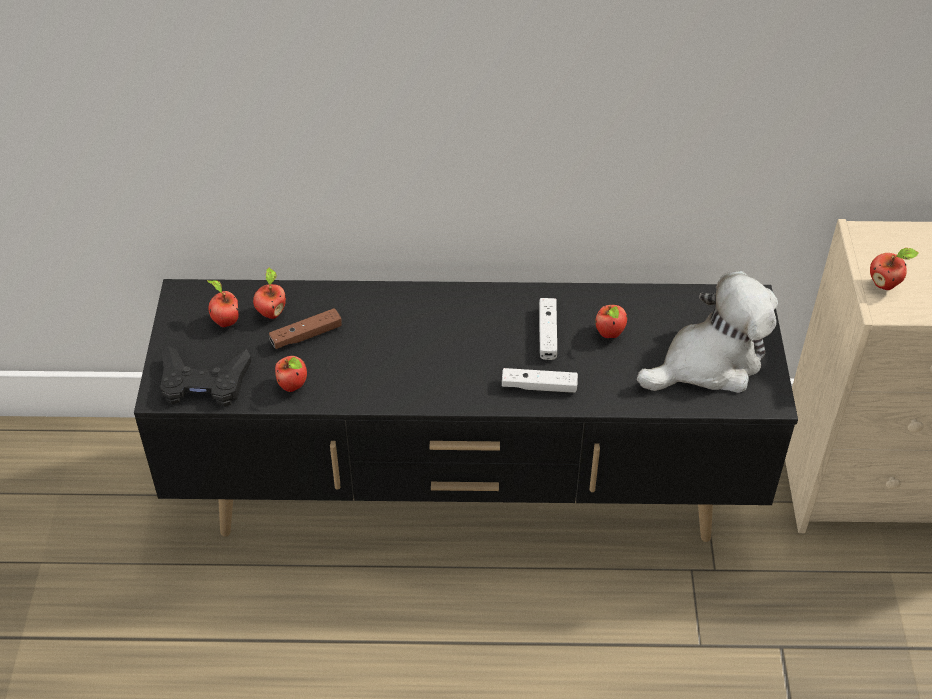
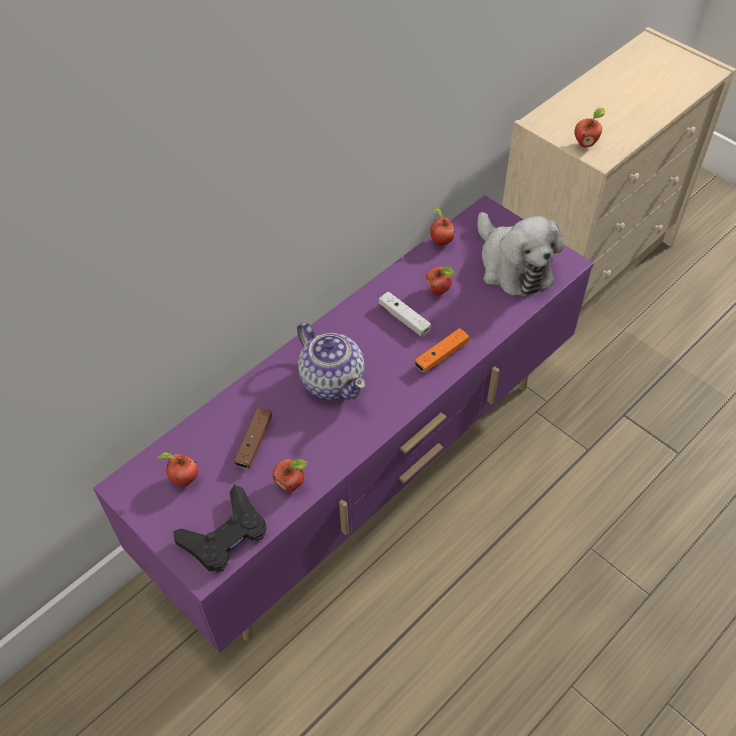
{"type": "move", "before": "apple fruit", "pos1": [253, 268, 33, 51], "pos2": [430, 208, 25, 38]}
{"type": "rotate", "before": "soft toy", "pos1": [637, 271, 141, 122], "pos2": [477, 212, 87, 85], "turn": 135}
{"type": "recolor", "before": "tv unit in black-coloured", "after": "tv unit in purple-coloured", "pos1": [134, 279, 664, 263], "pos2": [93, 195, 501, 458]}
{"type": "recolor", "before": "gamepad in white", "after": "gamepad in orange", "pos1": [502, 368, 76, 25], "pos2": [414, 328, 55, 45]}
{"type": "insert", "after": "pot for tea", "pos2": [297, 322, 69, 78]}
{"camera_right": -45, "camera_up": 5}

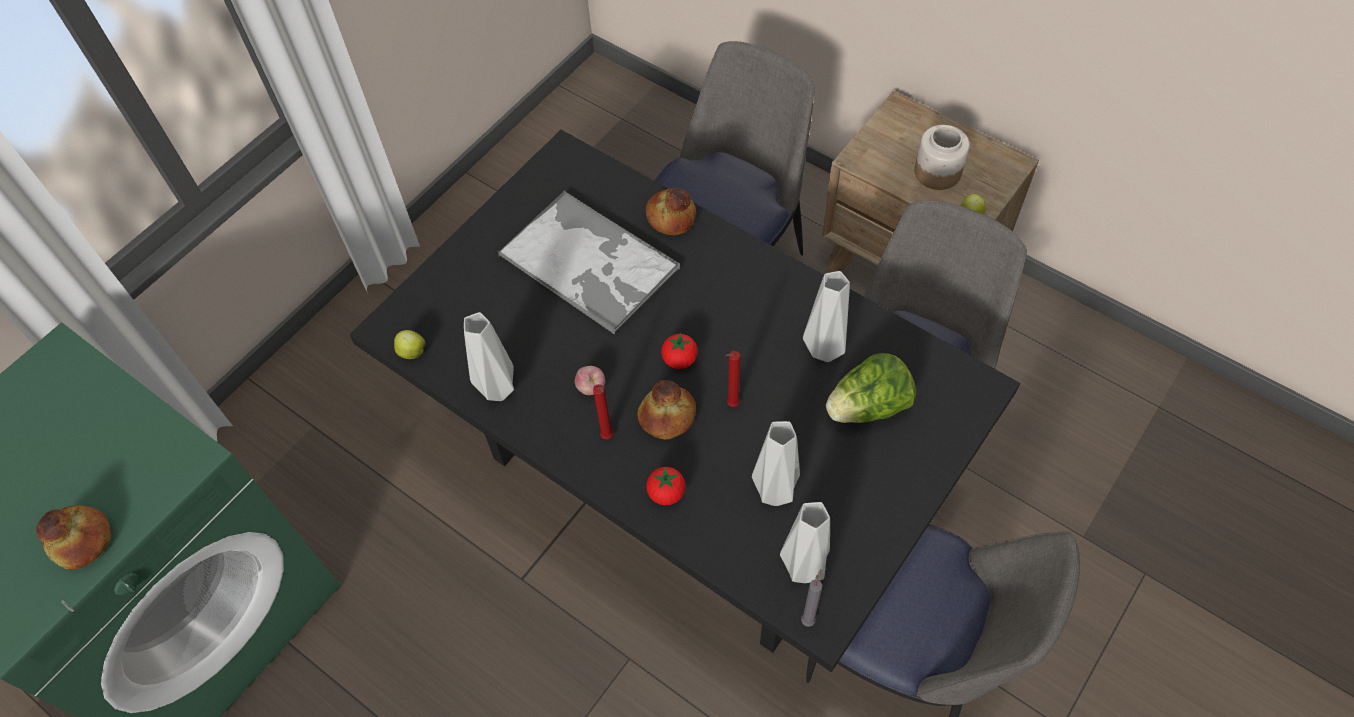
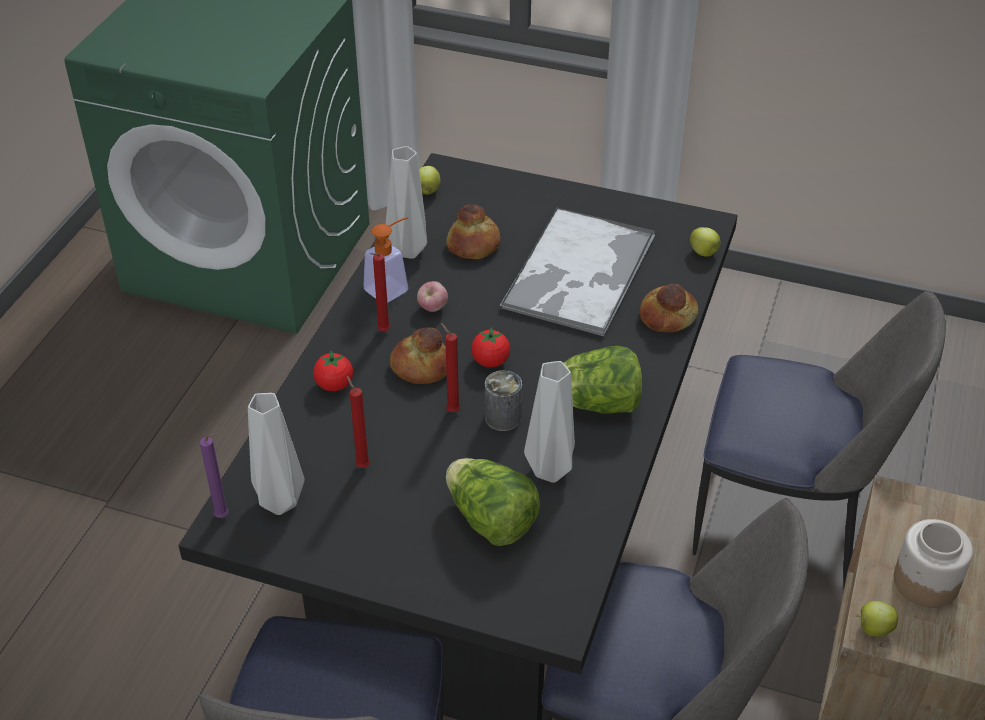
{"type": "replace", "before": "decorative vase in grey", "after": "candle in reddish", "pos1": [752, 421, 48, 85], "pos2": [347, 376, 23, 92]}
{"type": "move", "before": "baked bread", "pos1": [36, 505, 75, 65], "pos2": [446, 204, 55, 55]}
{"type": "recolor", "before": "candle in grey", "after": "candle in purple-coloured", "pos1": [801, 569, 21, 58], "pos2": [200, 433, 29, 85]}
{"type": "insert", "after": "soap dispenser", "pos2": [363, 217, 45, 86]}
{"type": "insert", "after": "apple fruit", "pos2": [690, 227, 30, 30]}
{"type": "insert", "after": "lettuce head", "pos2": [564, 346, 78, 67]}
{"type": "insert", "after": "sealed can", "pos2": [485, 370, 37, 61]}
{"camera_right": 70, "camera_up": -15}

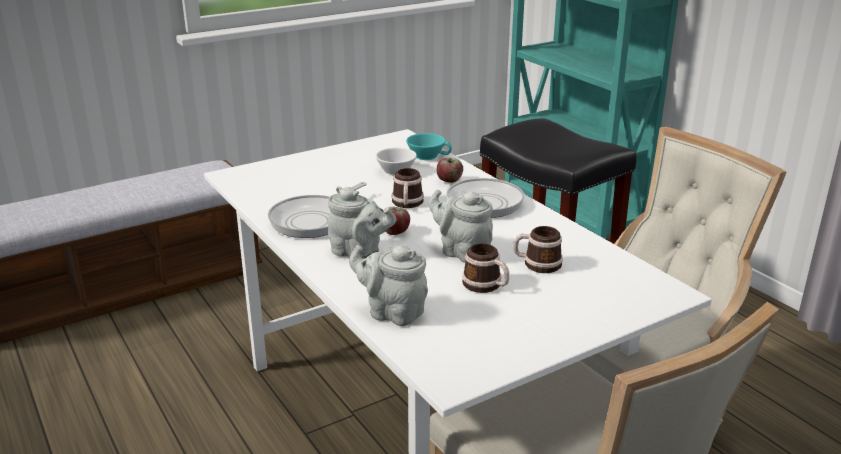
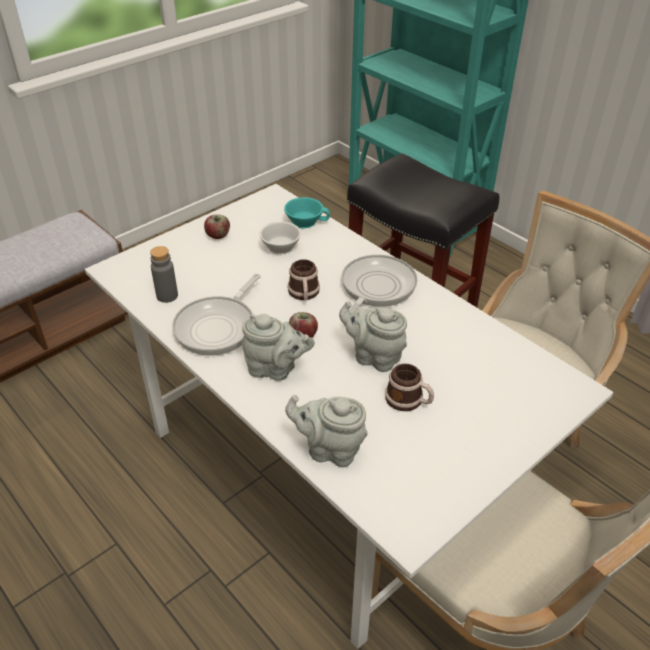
{"type": "move", "before": "apple fruit", "pos1": [437, 158, 26, 25], "pos2": [204, 214, 26, 25]}
{"type": "delete", "before": "coffee mug", "pos1": [513, 226, 50, 47]}
{"type": "insert", "after": "drink bottle in grey", "pos2": [150, 246, 28, 57]}
{"camera_right": -10, "camera_up": 15}

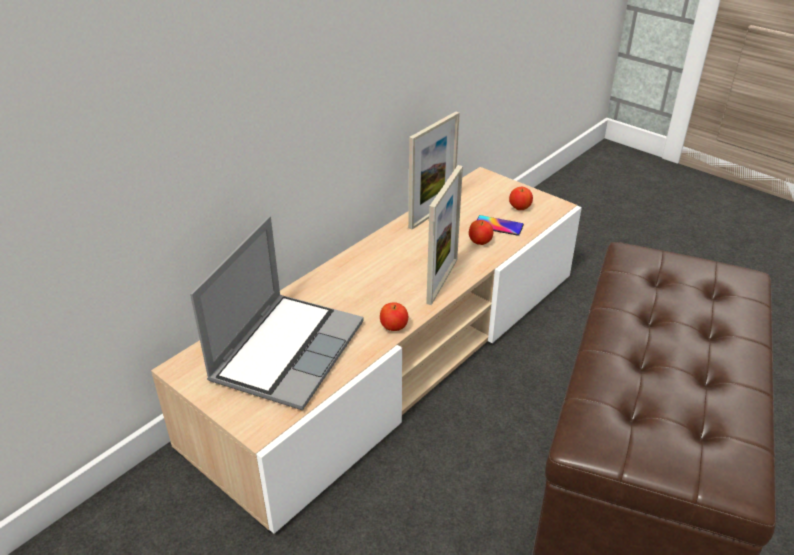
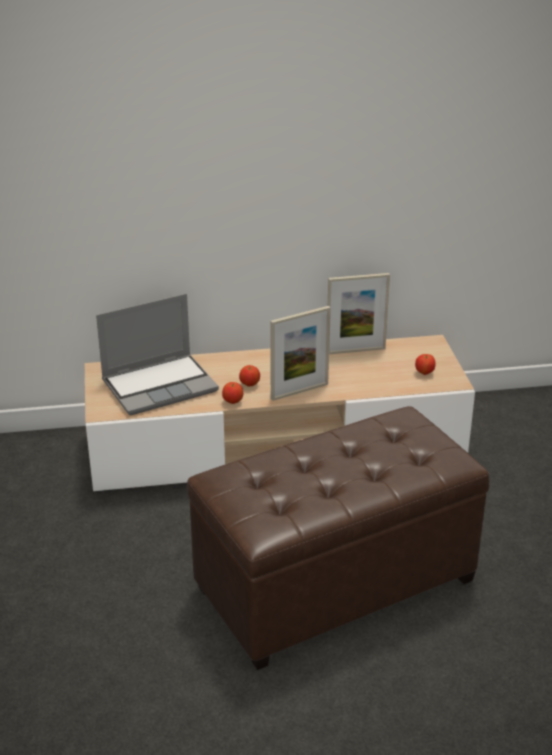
{"type": "delete", "before": "phone", "pos1": [477, 215, 47, 21]}
{"type": "move", "before": "apple fruit", "pos1": [469, 220, 25, 25], "pos2": [239, 365, 21, 22]}
{"camera_right": 40, "camera_up": -5}

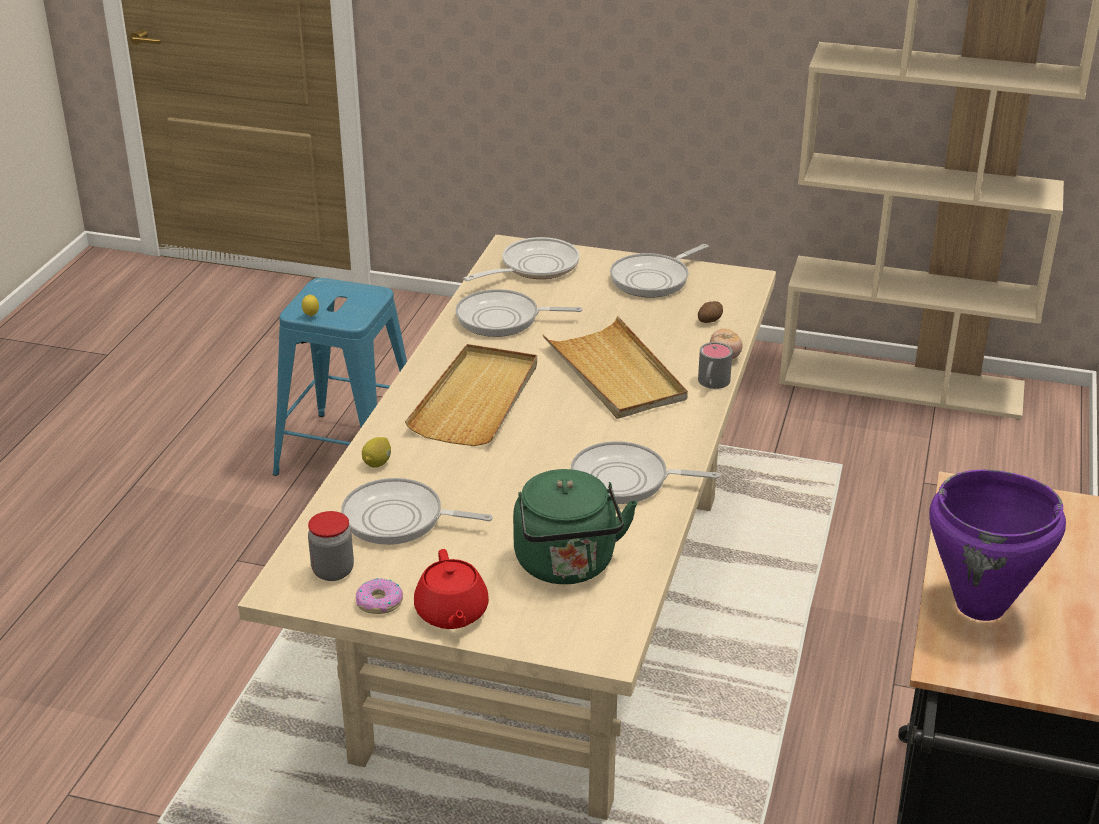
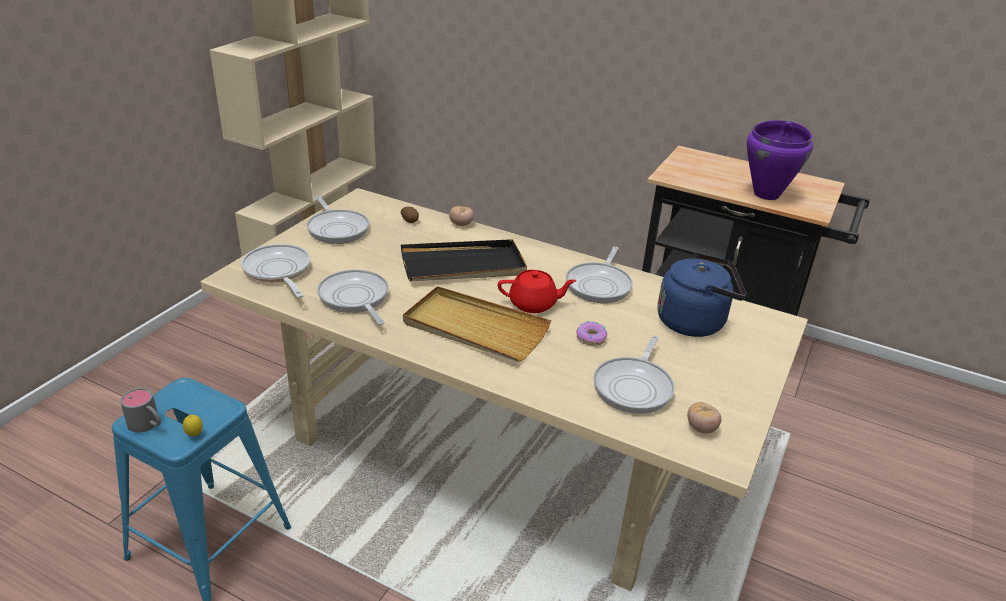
{"type": "rotate", "before": "pan", "pos1": [456, 289, 127, 48], "pos2": [317, 270, 72, 55], "turn": 135}
{"type": "recolor", "before": "carrying tray in beige", "after": "carrying tray in black-coloured", "pos1": [543, 316, 145, 103], "pos2": [401, 239, 126, 42]}
{"type": "move", "before": "coffee mug in grey", "pos1": [698, 342, 35, 47], "pos2": [120, 388, 41, 45]}
{"type": "delete", "before": "citrus fruit", "pos1": [362, 437, 29, 31]}
{"type": "recolor", "before": "kettle in greenish", "after": "kettle in bluish", "pos1": [513, 469, 124, 115], "pos2": [658, 252, 88, 85]}
{"type": "replace", "before": "jar", "after": "fresh tomato", "pos1": [308, 511, 46, 70], "pos2": [687, 402, 35, 32]}
{"type": "move", "before": "pot for tea in reddish", "pos1": [414, 549, 75, 80], "pos2": [497, 270, 80, 43]}
{"type": "move", "before": "ring doughnut", "pos1": [356, 578, 47, 36], "pos2": [576, 321, 31, 25]}
{"camera_right": -80, "camera_up": 0}

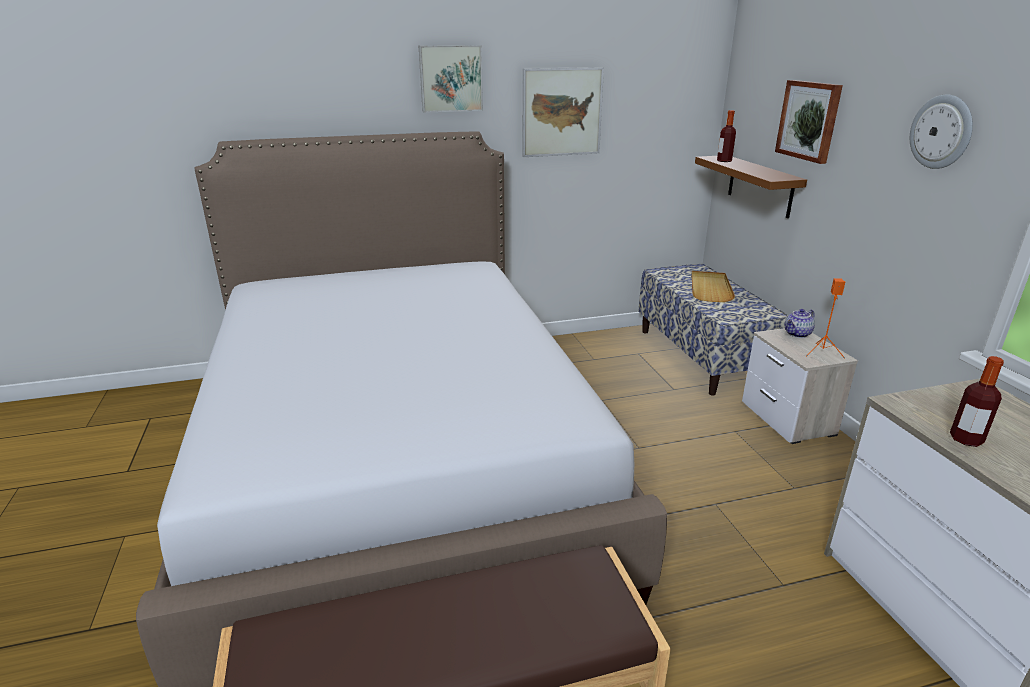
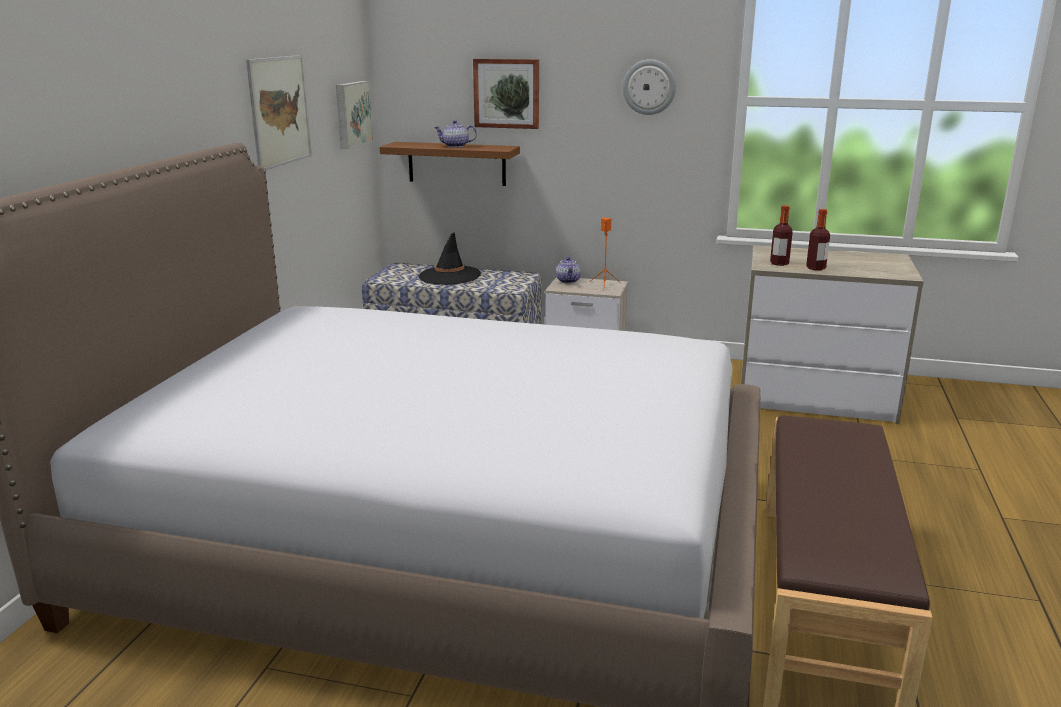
{"type": "move", "before": "picture", "pos1": [418, 45, 65, 68], "pos2": [336, 81, 37, 68]}
{"type": "move", "before": "drink bottle", "pos1": [717, 110, 19, 52], "pos2": [770, 205, 23, 61]}
{"type": "replace", "before": "carrying tray in beige", "after": "wearable hat in black-coloured", "pos1": [691, 271, 44, 31], "pos2": [419, 233, 62, 52]}
{"type": "insert", "after": "pot for tea", "pos2": [434, 120, 43, 28]}
{"camera_right": -60, "camera_up": -5}

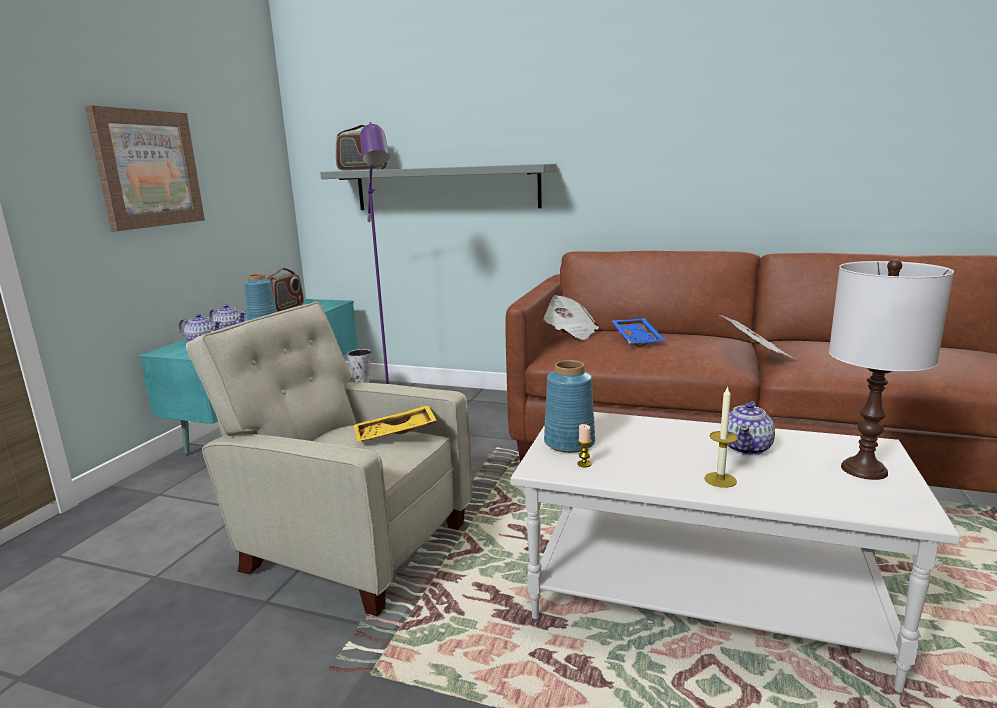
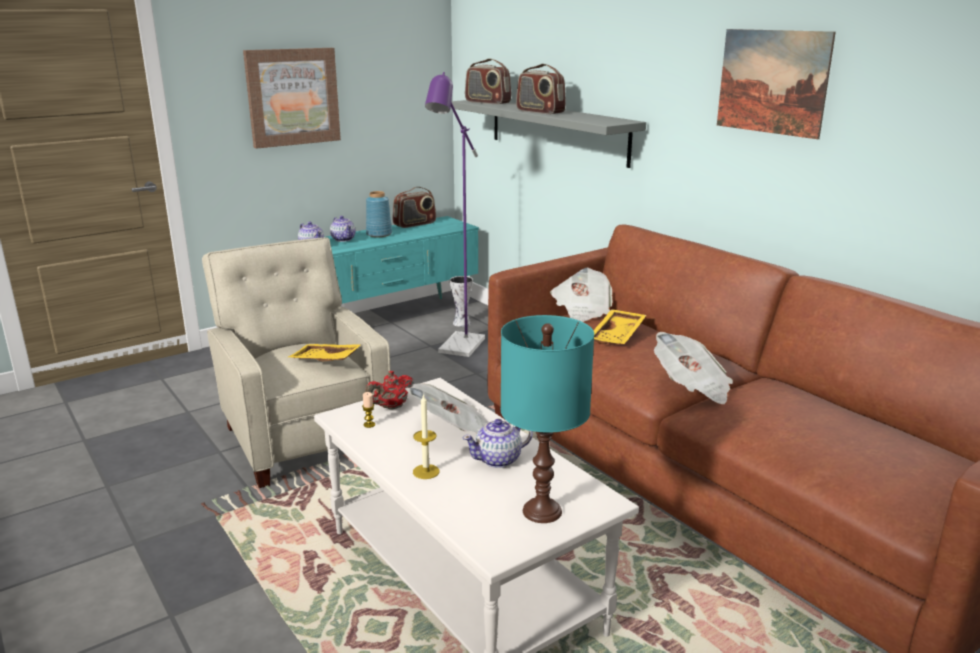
{"type": "recolor", "before": "lamp for a table in white", "after": "lamp for a table in turquoise-coloured", "pos1": [829, 259, 125, 221], "pos2": [501, 315, 93, 208]}
{"type": "recolor", "before": "carrying tray in bluish", "after": "carrying tray in yellow", "pos1": [612, 318, 53, 29], "pos2": [594, 309, 52, 35]}
{"type": "replace", "before": "decorative vase in bluish", "after": "pot for tea in reddish", "pos1": [544, 360, 51, 93], "pos2": [365, 371, 49, 38]}
{"type": "insert", "after": "picture", "pos2": [717, 29, 119, 110]}
{"type": "insert", "after": "radio set", "pos2": [516, 64, 50, 50]}
{"type": "insert", "after": "printed paper", "pos2": [405, 383, 83, 50]}
{"camera_right": 35, "camera_up": 5}

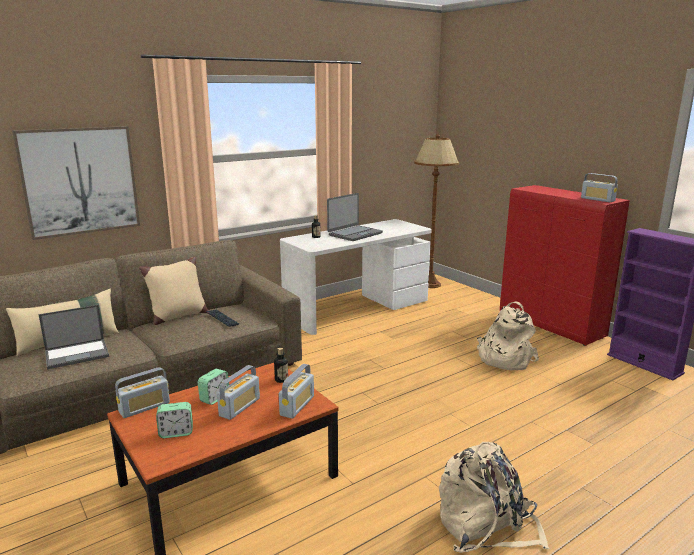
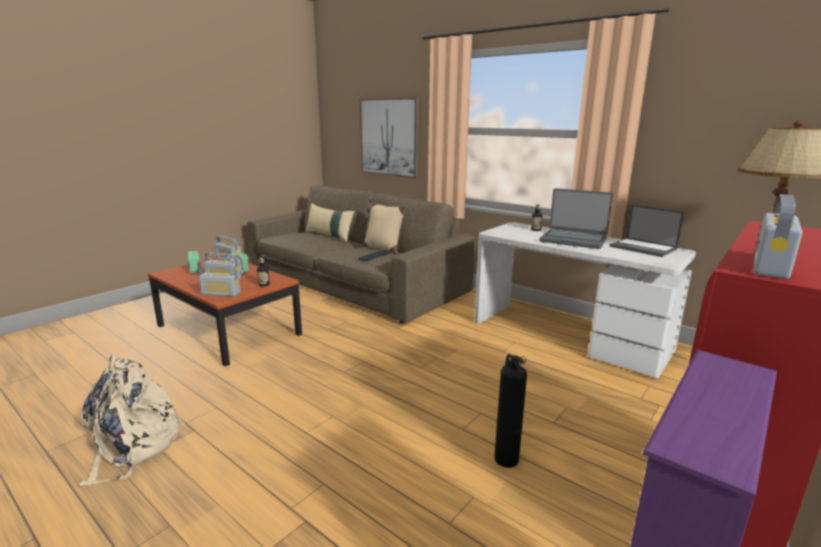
{"type": "replace", "before": "backpack in beige", "after": "fire-fighting cylinder", "pos1": [477, 302, 62, 68], "pos2": [494, 354, 33, 114]}
{"type": "move", "before": "laptop", "pos1": [38, 305, 71, 64], "pos2": [609, 205, 75, 52]}
{"camera_right": 75, "camera_up": 0}

